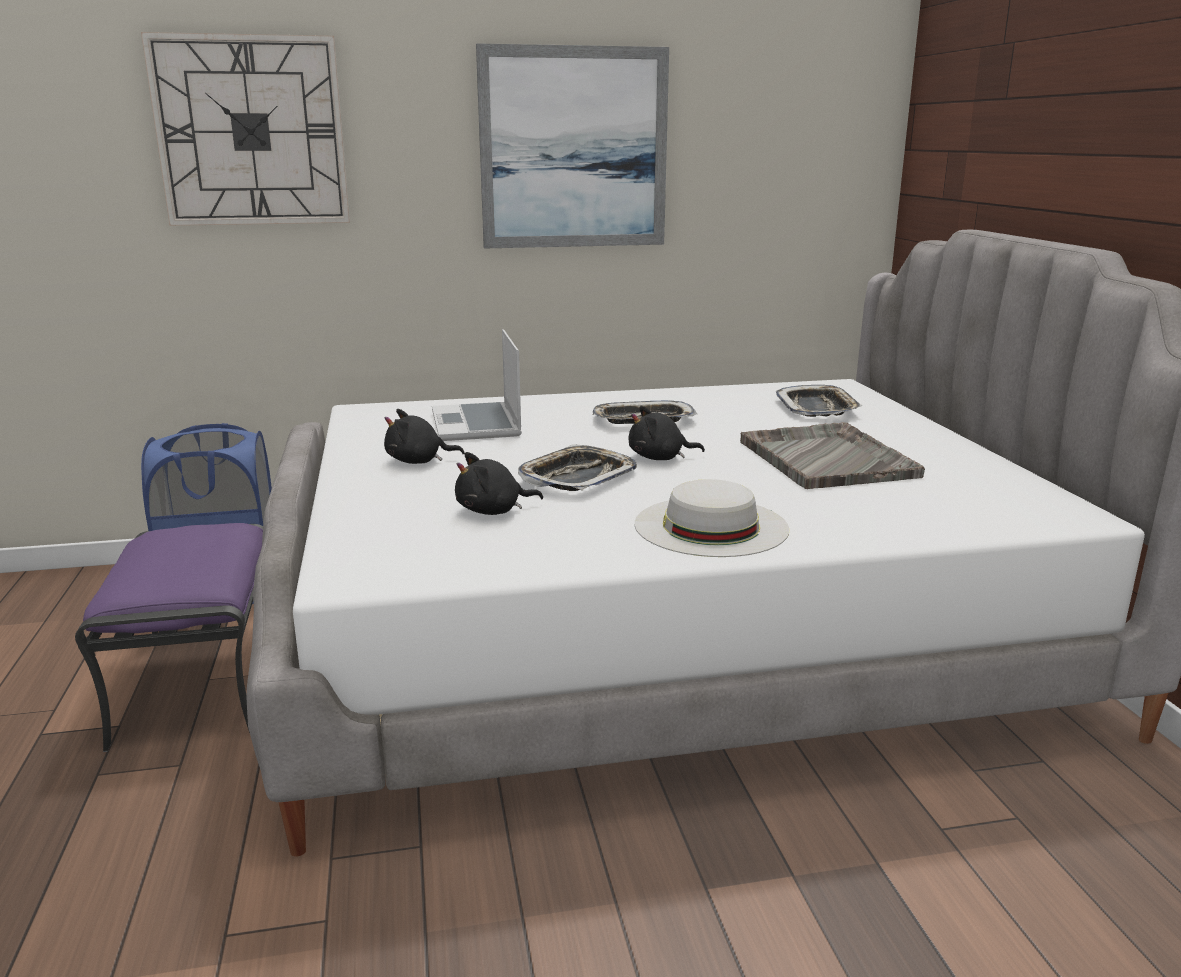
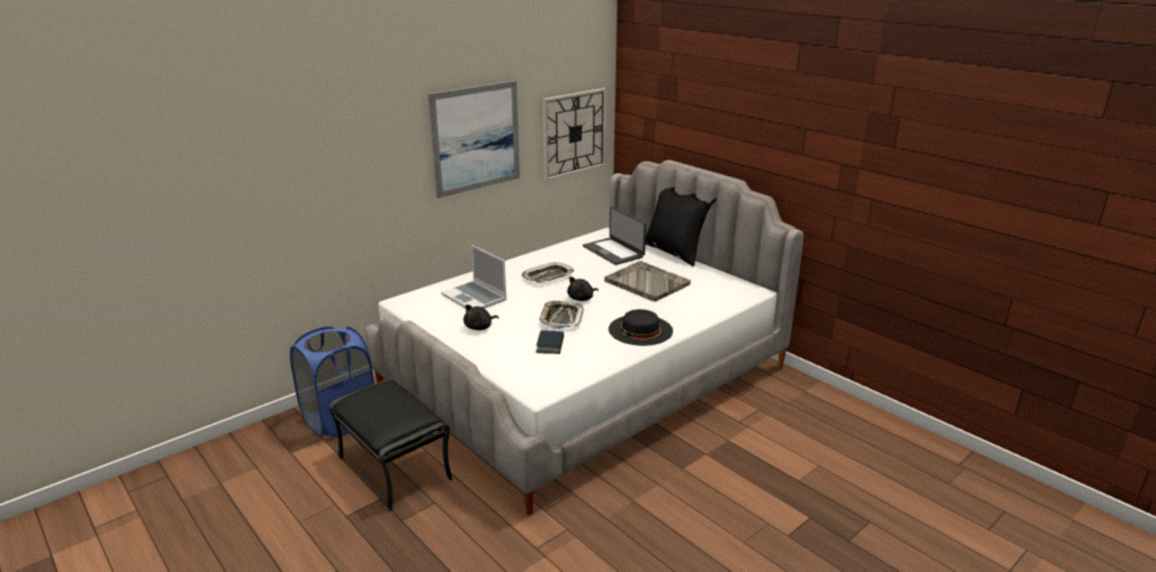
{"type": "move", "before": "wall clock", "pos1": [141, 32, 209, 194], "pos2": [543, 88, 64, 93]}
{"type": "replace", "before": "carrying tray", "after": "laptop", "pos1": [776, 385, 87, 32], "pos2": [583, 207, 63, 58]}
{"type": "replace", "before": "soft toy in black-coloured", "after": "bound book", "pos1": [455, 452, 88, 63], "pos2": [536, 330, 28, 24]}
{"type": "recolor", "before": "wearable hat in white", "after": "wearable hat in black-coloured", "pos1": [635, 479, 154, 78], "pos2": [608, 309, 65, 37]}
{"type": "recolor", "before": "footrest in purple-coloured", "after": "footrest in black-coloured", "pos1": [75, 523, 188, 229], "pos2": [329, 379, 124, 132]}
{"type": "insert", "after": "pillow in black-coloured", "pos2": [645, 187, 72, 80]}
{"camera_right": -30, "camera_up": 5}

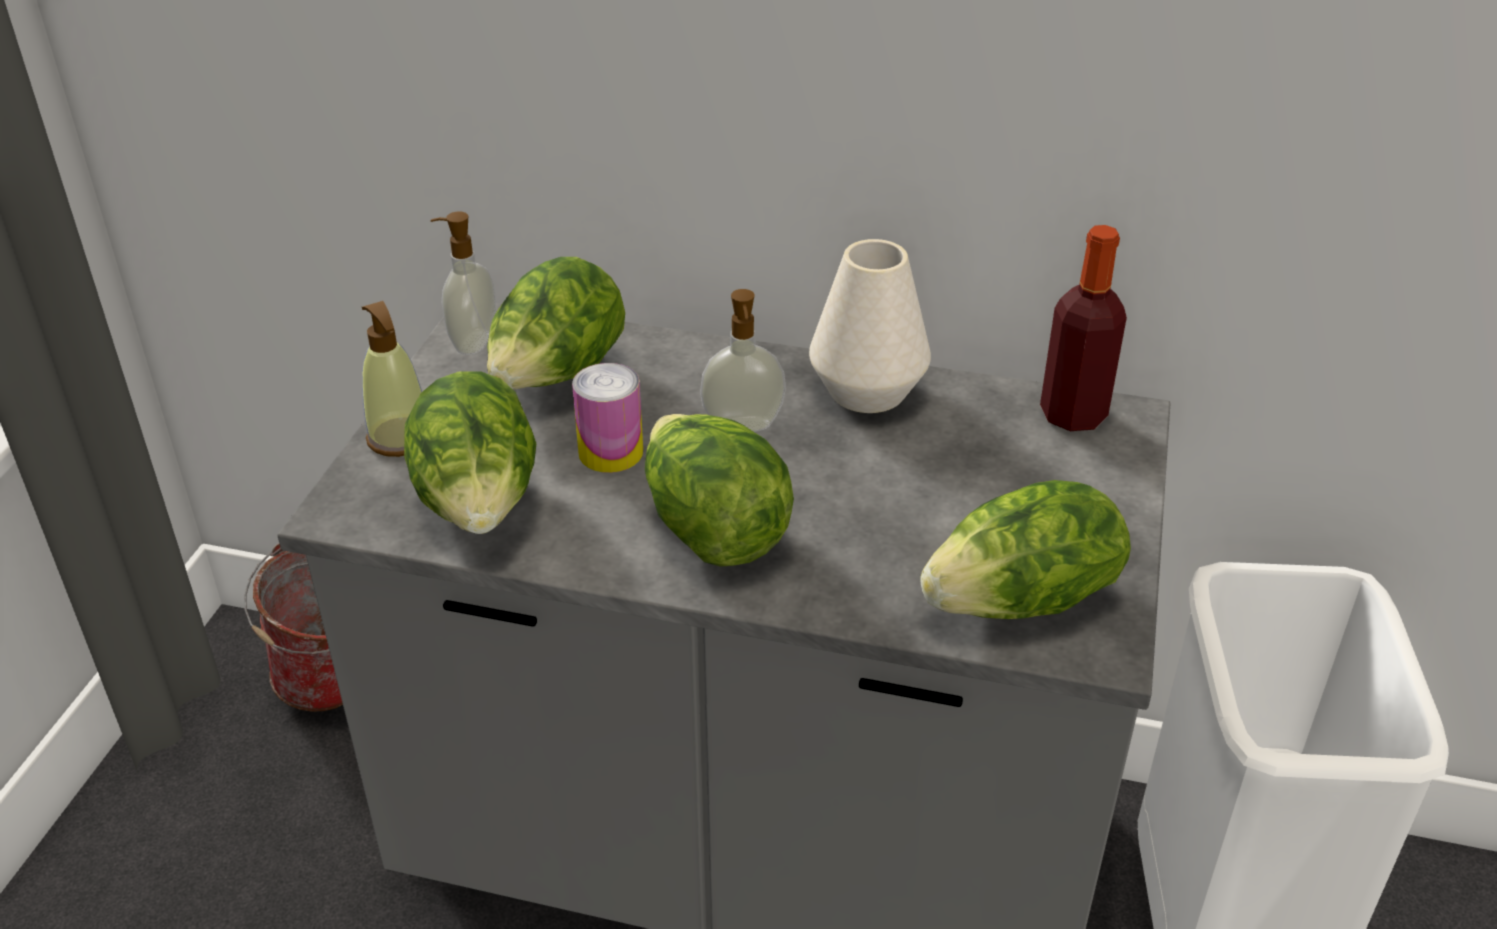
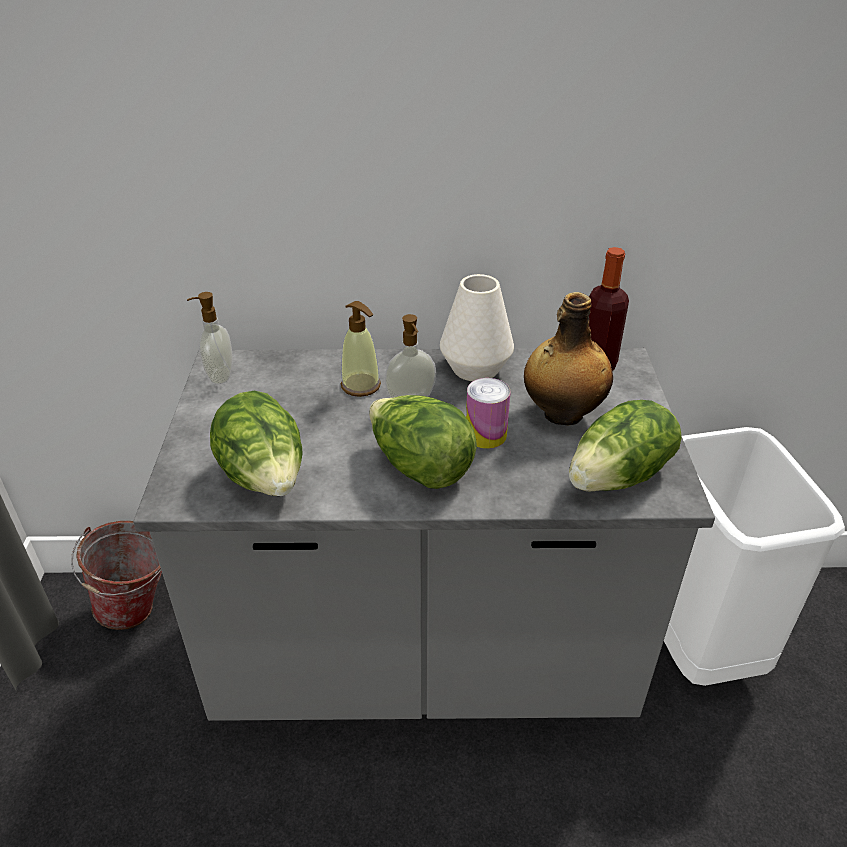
{"type": "delete", "before": "lettuce head", "pos1": [487, 257, 138, 133]}
{"type": "move", "before": "soap dispenser", "pos1": [362, 301, 60, 156], "pos2": [341, 301, 40, 96]}
{"type": "move", "before": "sealed can", "pos1": [572, 363, 71, 110], "pos2": [466, 378, 44, 71]}
{"type": "insert", "after": "drink bottle", "pos2": [524, 292, 89, 134]}
{"camera_right": -15, "camera_up": 0}

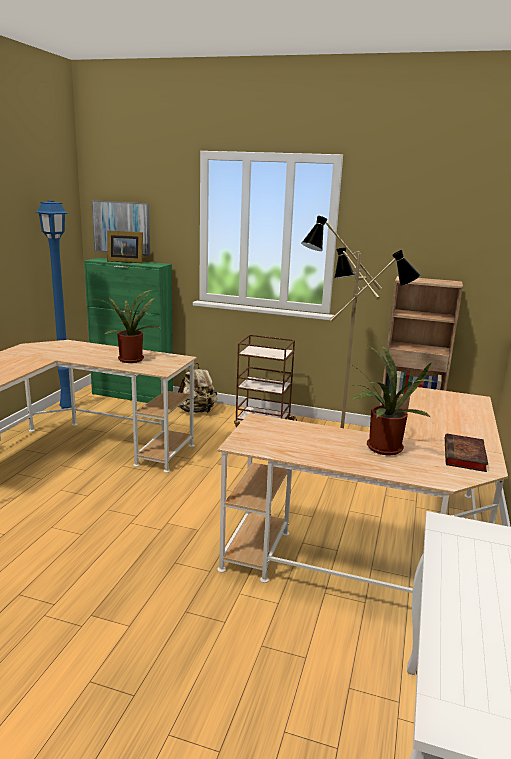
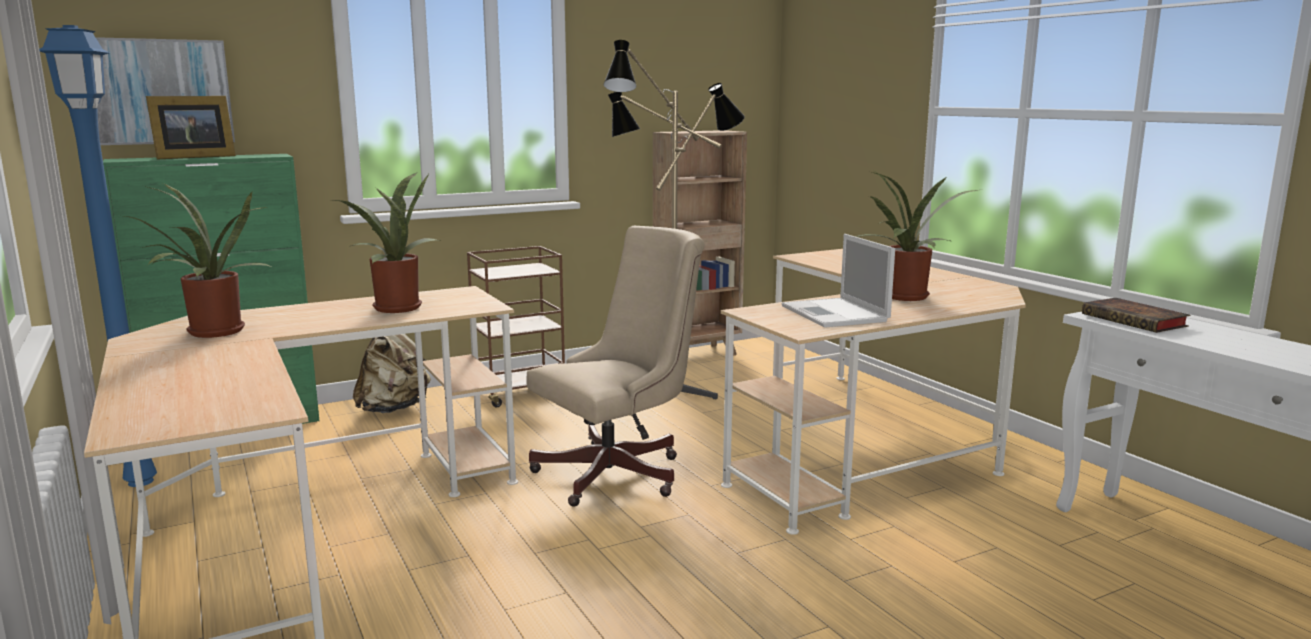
{"type": "move", "before": "bound book", "pos1": [445, 433, 43, 39], "pos2": [1082, 298, 108, 35]}
{"type": "insert", "after": "plant in a pot", "pos2": [125, 183, 148, 155]}
{"type": "insert", "after": "computer chair in beige", "pos2": [526, 226, 179, 281]}
{"type": "insert", "after": "laptop", "pos2": [782, 234, 113, 94]}
{"camera_right": -45, "camera_up": -5}

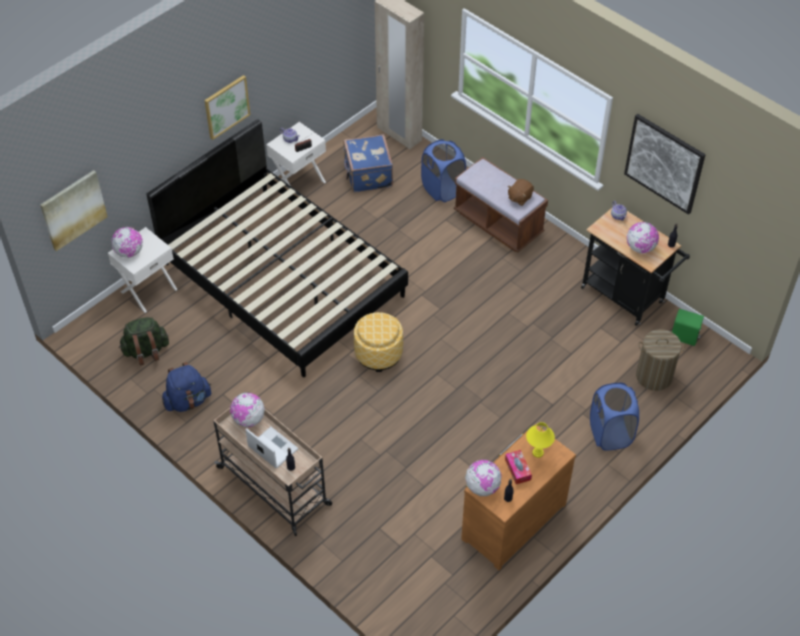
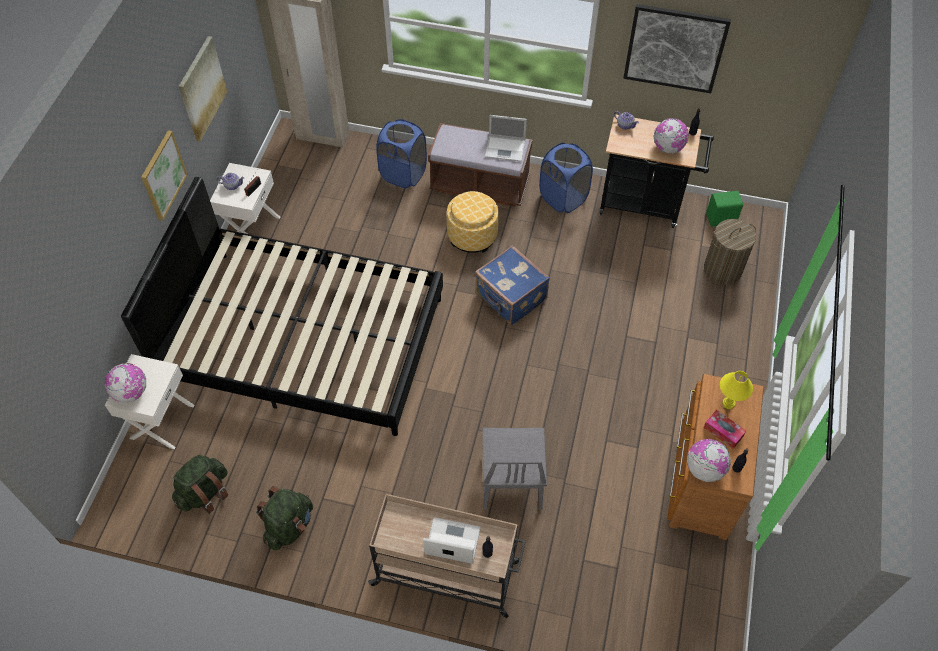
{"type": "move", "before": "piece of luggage in bluish", "pos1": [343, 134, 50, 59], "pos2": [475, 245, 75, 81]}
{"type": "move", "before": "picture", "pos1": [40, 170, 68, 81], "pos2": [179, 36, 48, 105]}
{"type": "replace", "before": "soft toy in brownish", "after": "laptop", "pos1": [508, 179, 26, 27], "pos2": [485, 115, 42, 47]}
{"type": "move", "before": "footrest", "pos1": [354, 312, 49, 60], "pos2": [447, 191, 52, 62]}
{"type": "recolor", "before": "backpack in bluish", "after": "backpack in greenish", "pos1": [162, 362, 49, 50], "pos2": [256, 486, 57, 65]}
{"type": "move", "before": "hamper in bluish", "pos1": [590, 383, 49, 68], "pos2": [539, 143, 54, 70]}
{"type": "delete", "before": "globe", "pos1": [230, 393, 35, 34]}
{"type": "insert", "after": "upright chair in grey", "pos2": [482, 428, 65, 82]}
{"camera_right": -30, "camera_up": 5}

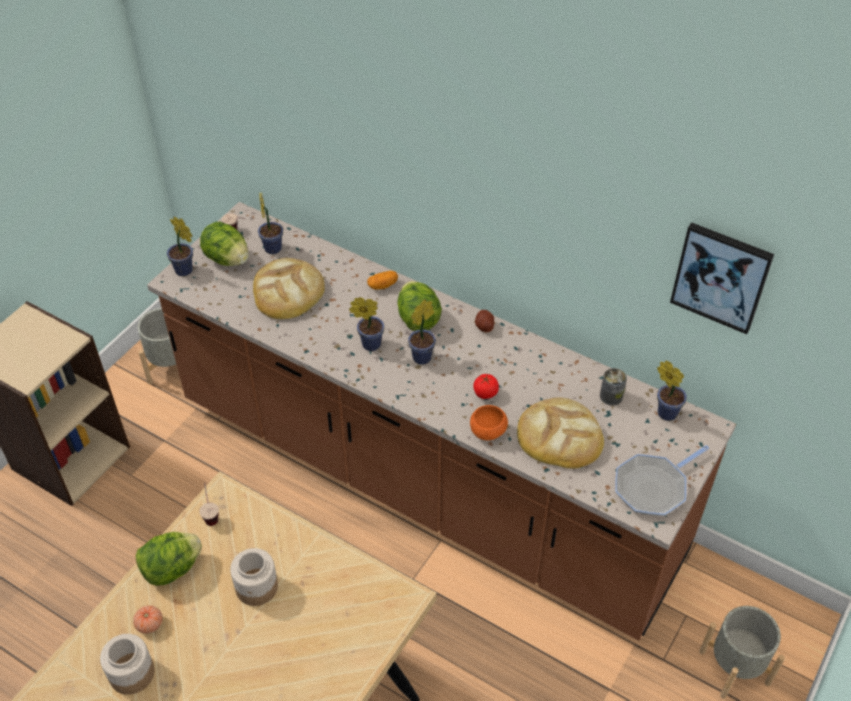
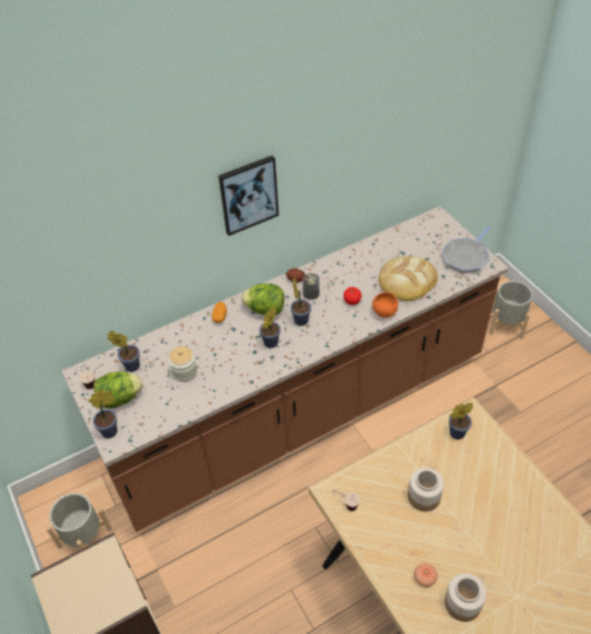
{"type": "move", "before": "picture", "pos1": [670, 222, 104, 112], "pos2": [219, 156, 60, 80]}
{"type": "replace", "before": "baked bread", "after": "jar", "pos1": [253, 258, 72, 61], "pos2": [169, 346, 28, 36]}
{"type": "move", "before": "plant in a pot", "pos1": [657, 360, 30, 61], "pos2": [449, 403, 24, 37]}
{"type": "move", "before": "sealed can", "pos1": [600, 368, 27, 38], "pos2": [303, 273, 16, 27]}
{"type": "rotate", "before": "pan", "pos1": [615, 445, 94, 71], "pos2": [442, 226, 49, 47], "turn": 45}
{"type": "delete", "before": "lettuce head", "pos1": [136, 532, 66, 54]}
{"camera_right": -60, "camera_up": 0}

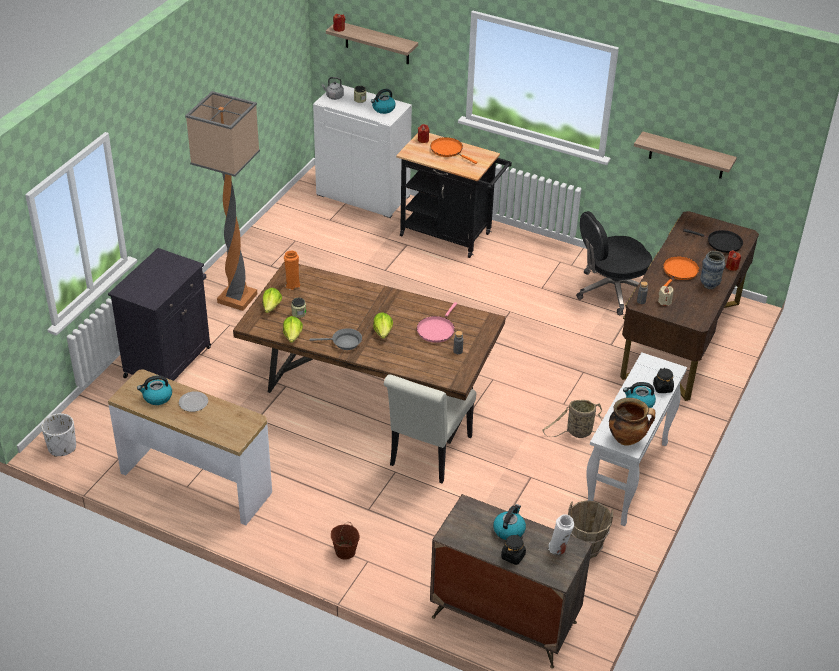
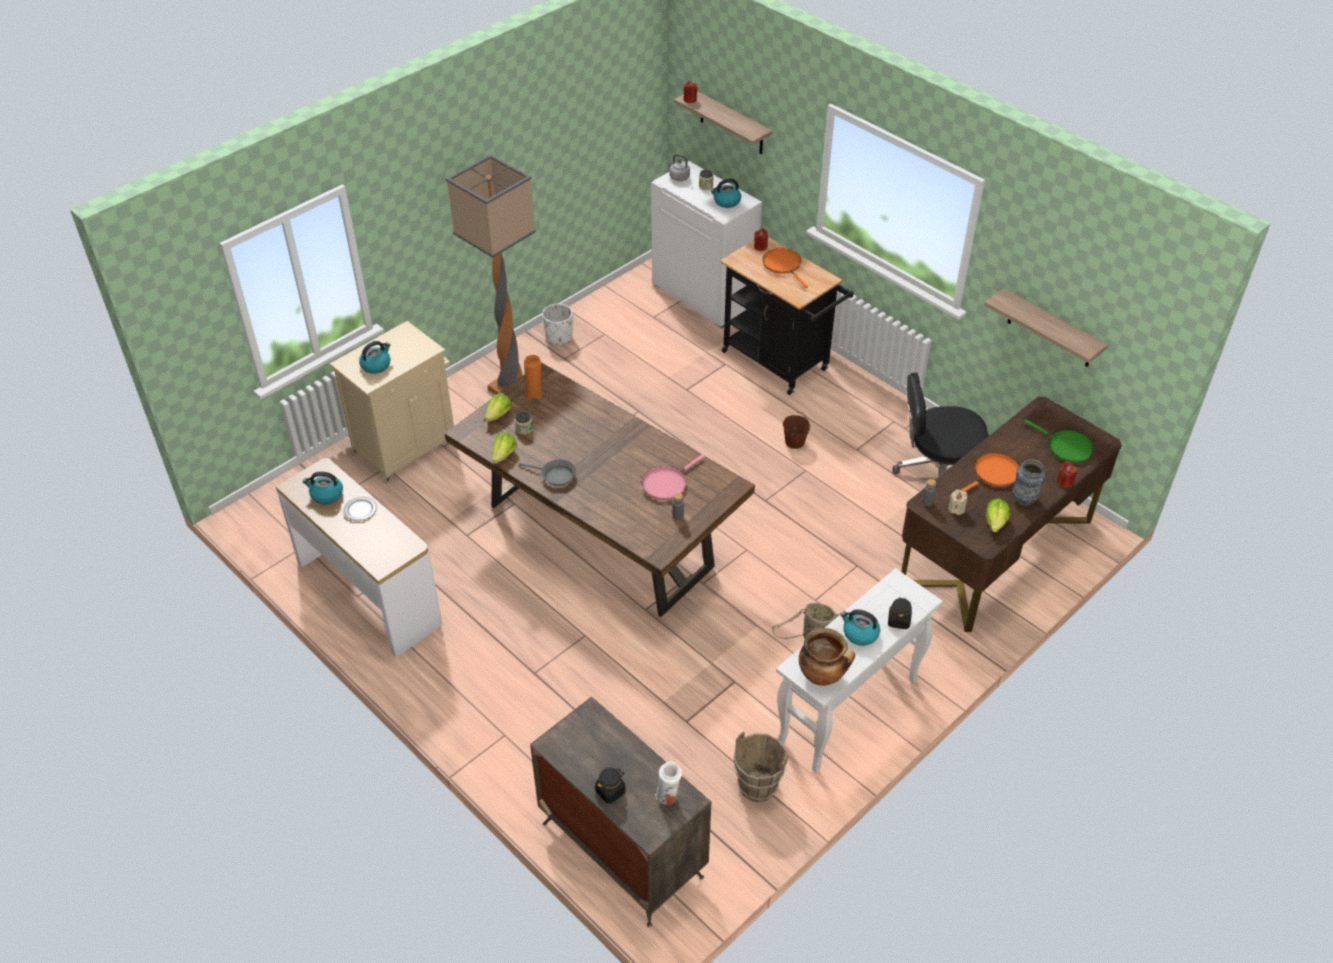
{"type": "recolor", "before": "pan in black-coloured", "after": "pan in greenish", "pos1": [683, 229, 60, 24], "pos2": [1024, 419, 70, 44]}
{"type": "recolor", "before": "cupboard in black-coloured", "after": "cupboard in beige", "pos1": [108, 248, 103, 133], "pos2": [330, 321, 124, 163]}
{"type": "move", "before": "lettuce head", "pos1": [373, 312, 20, 27], "pos2": [985, 499, 26, 33]}
{"type": "delete", "before": "upright chair in white", "pos1": [384, 374, 92, 109]}
{"type": "move", "before": "plant pot in white", "pos1": [41, 413, 35, 44], "pos2": [542, 304, 31, 41]}
{"type": "move", "before": "kettle", "pos1": [493, 504, 33, 36], "pos2": [359, 341, 31, 33]}
{"type": "move", "before": "water bucket in brownish", "pos1": [331, 522, 29, 38], "pos2": [783, 412, 27, 37]}
{"camera_right": 20, "camera_up": 5}

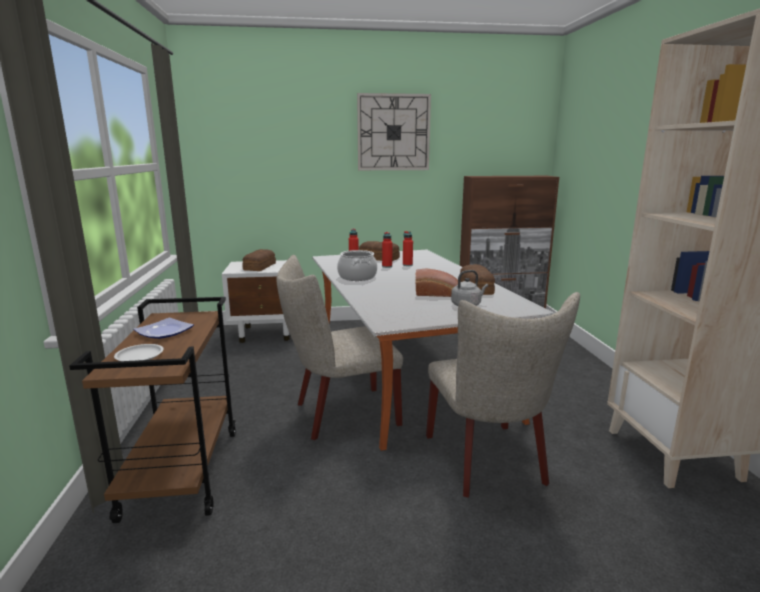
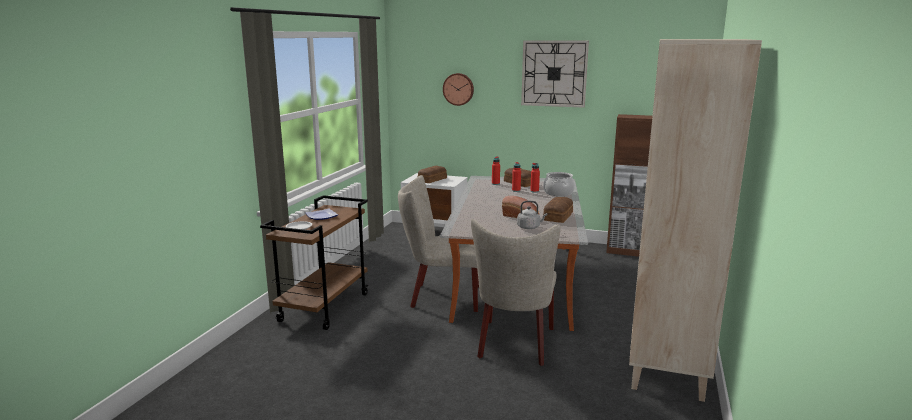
{"type": "move", "before": "stockpot", "pos1": [337, 250, 40, 31], "pos2": [543, 172, 32, 24]}
{"type": "insert", "after": "wall clock", "pos2": [443, 73, 31, 33]}
{"camera_right": 25, "camera_up": 0}

